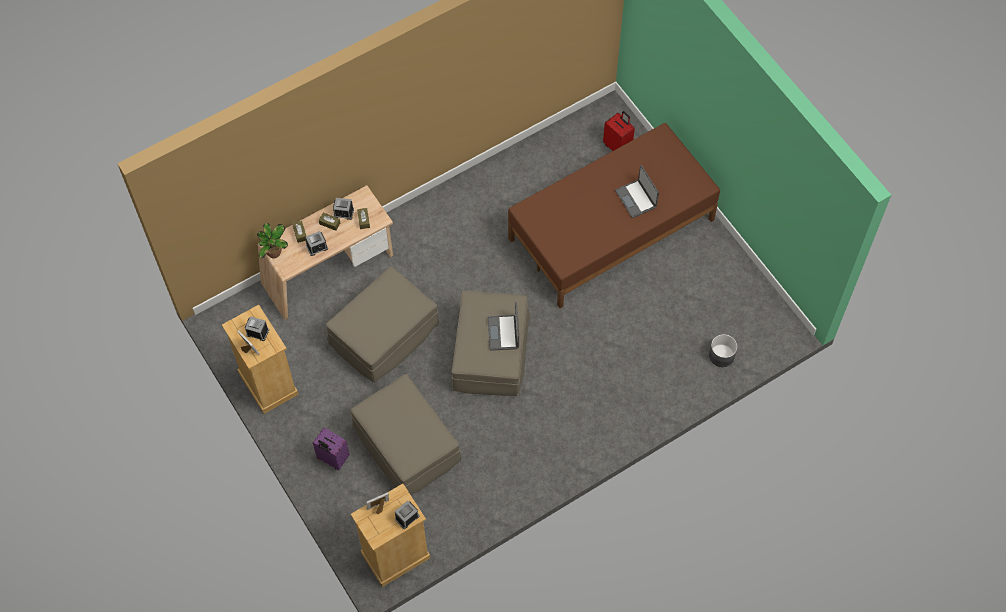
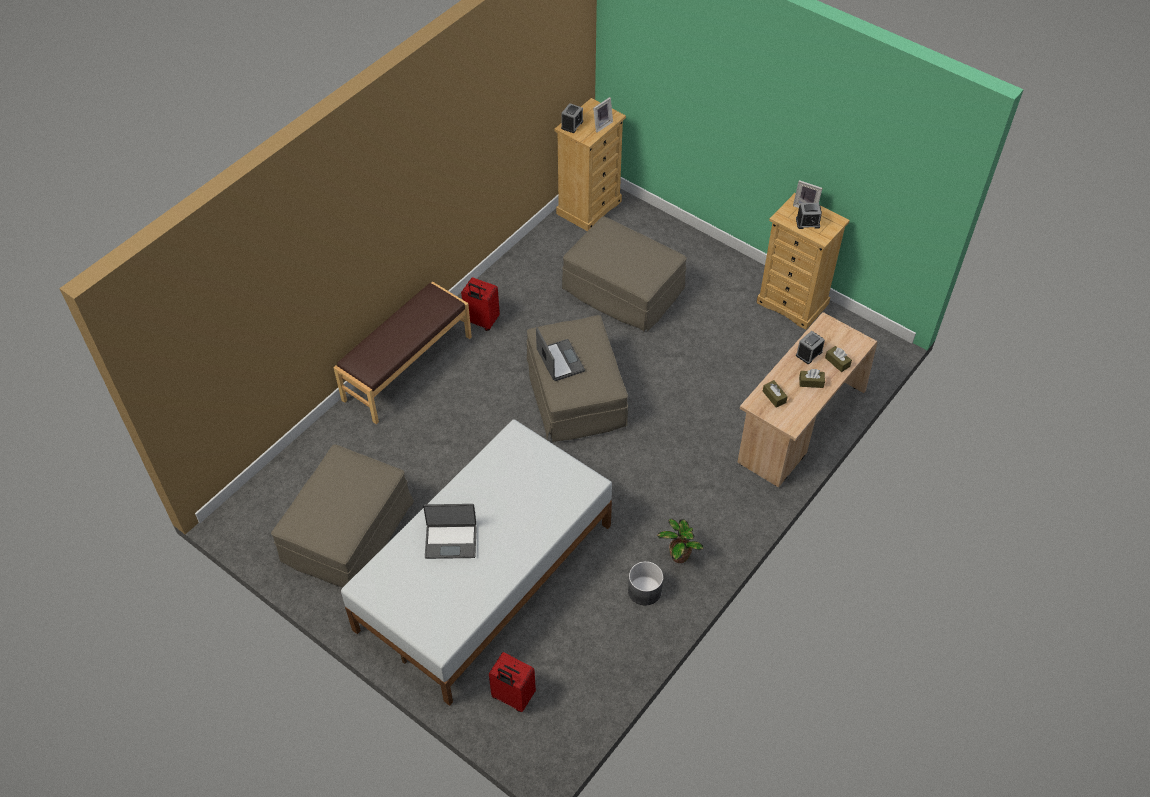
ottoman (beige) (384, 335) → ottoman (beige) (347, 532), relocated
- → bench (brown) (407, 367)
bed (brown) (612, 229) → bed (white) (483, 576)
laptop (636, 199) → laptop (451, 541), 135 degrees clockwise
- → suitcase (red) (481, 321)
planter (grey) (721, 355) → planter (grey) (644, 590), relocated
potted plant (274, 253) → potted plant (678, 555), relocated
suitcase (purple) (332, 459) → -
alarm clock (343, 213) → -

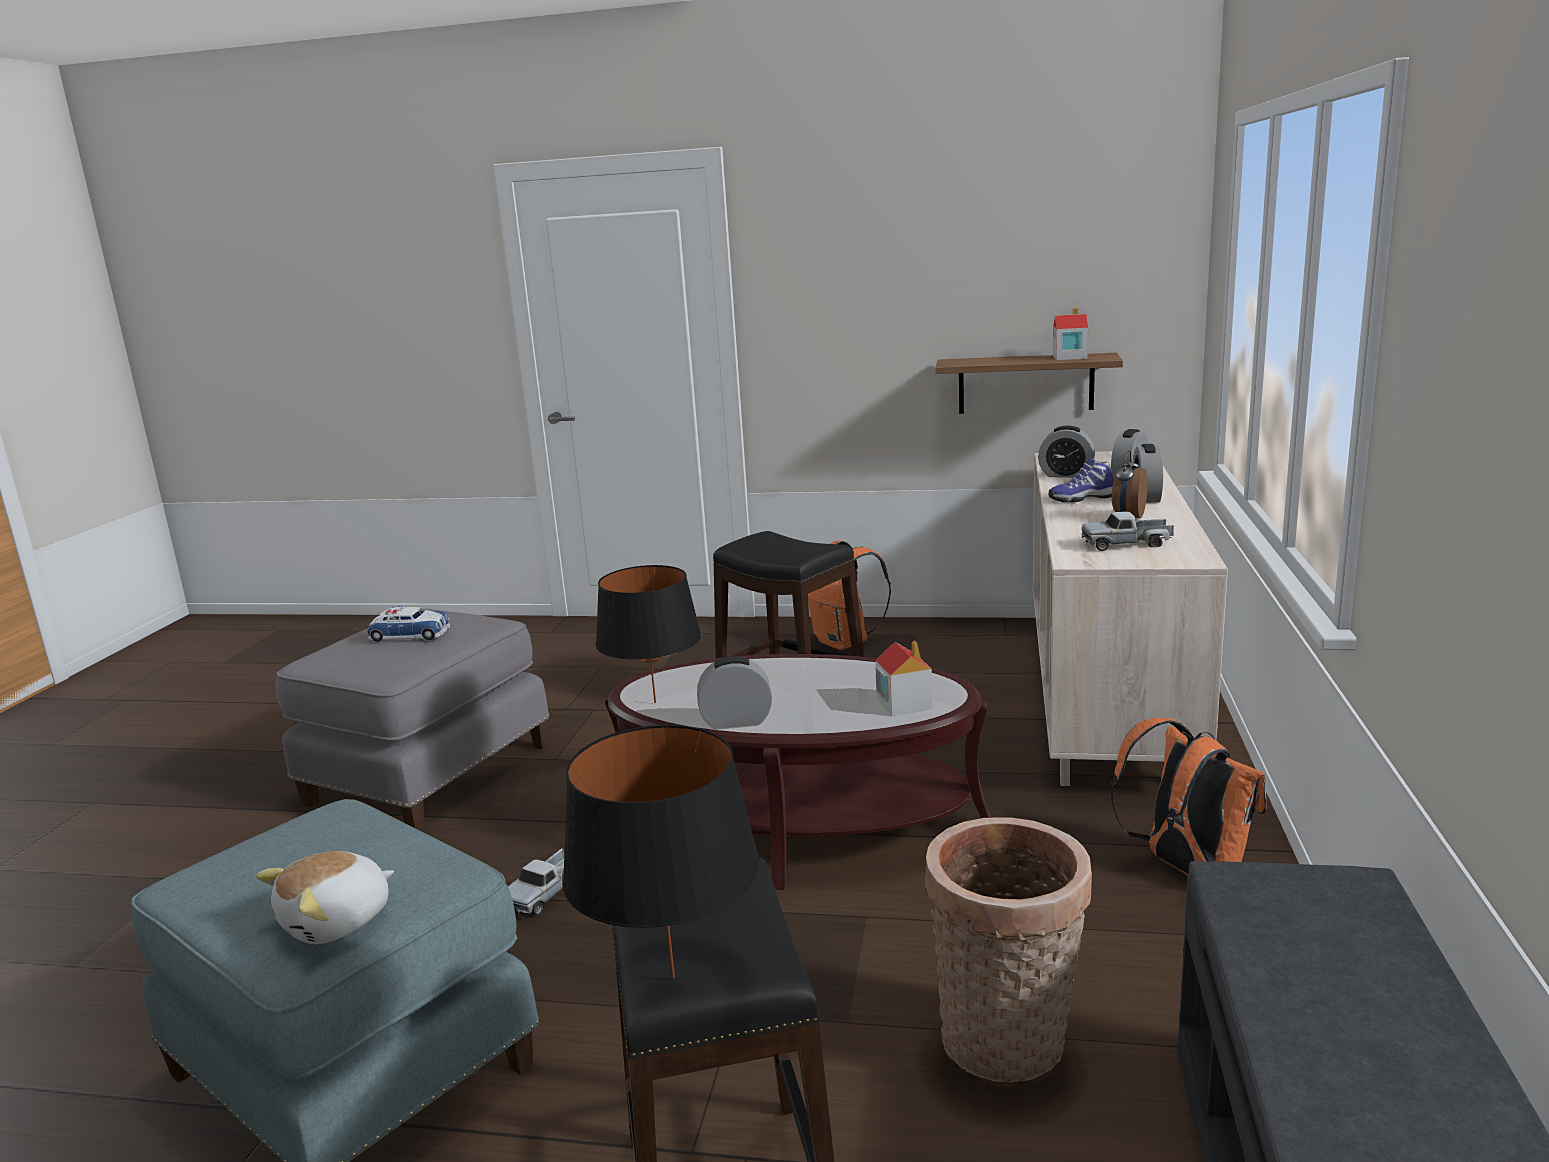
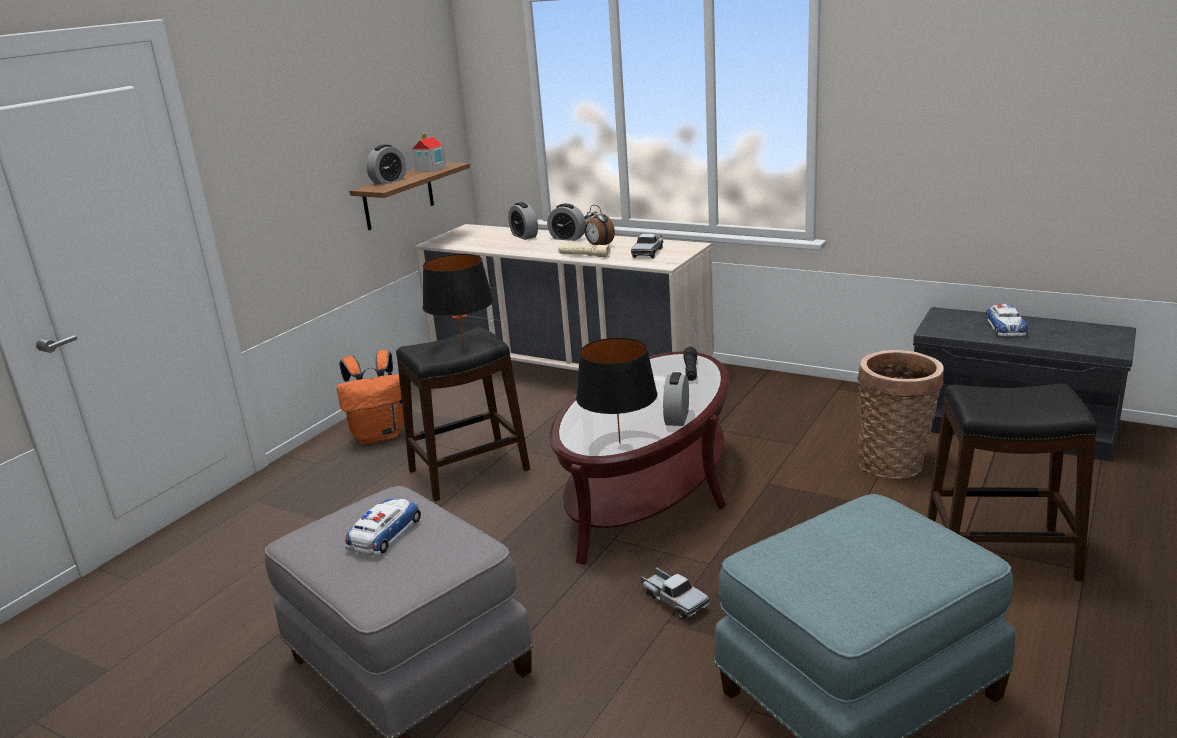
alarm clock (1066, 475) → alarm clock (388, 181), relocated
table lamp (black) (672, 976) → table lamp (black) (463, 347), relocated
- → flashlight (beige) (584, 255)
toy house (903, 703) → flashlight (black) (690, 370)
- → toy car (1005, 327)
plush toy (338, 922) → -
shoe (1081, 498) → -
backpack (orange) (1186, 868) → -

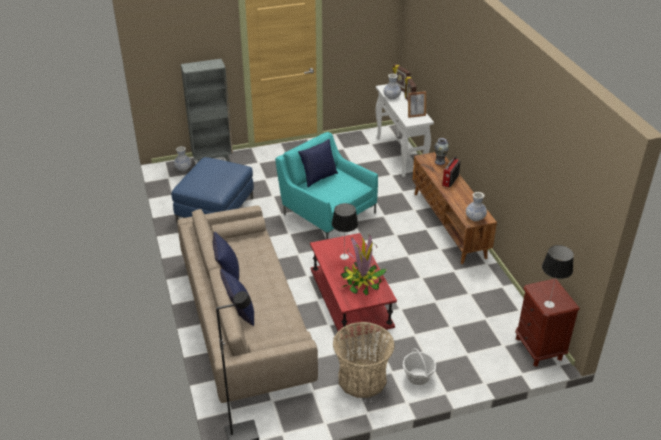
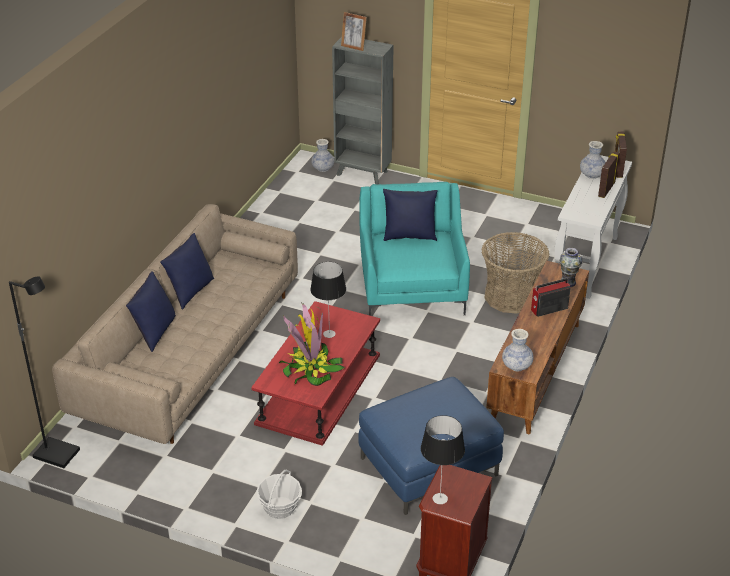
picture frame (416, 115) → picture frame (353, 47), relocated
ottoman (blue) (215, 210) → ottoman (blue) (429, 466), relocated
basket (362, 379) → basket (511, 296), relocated

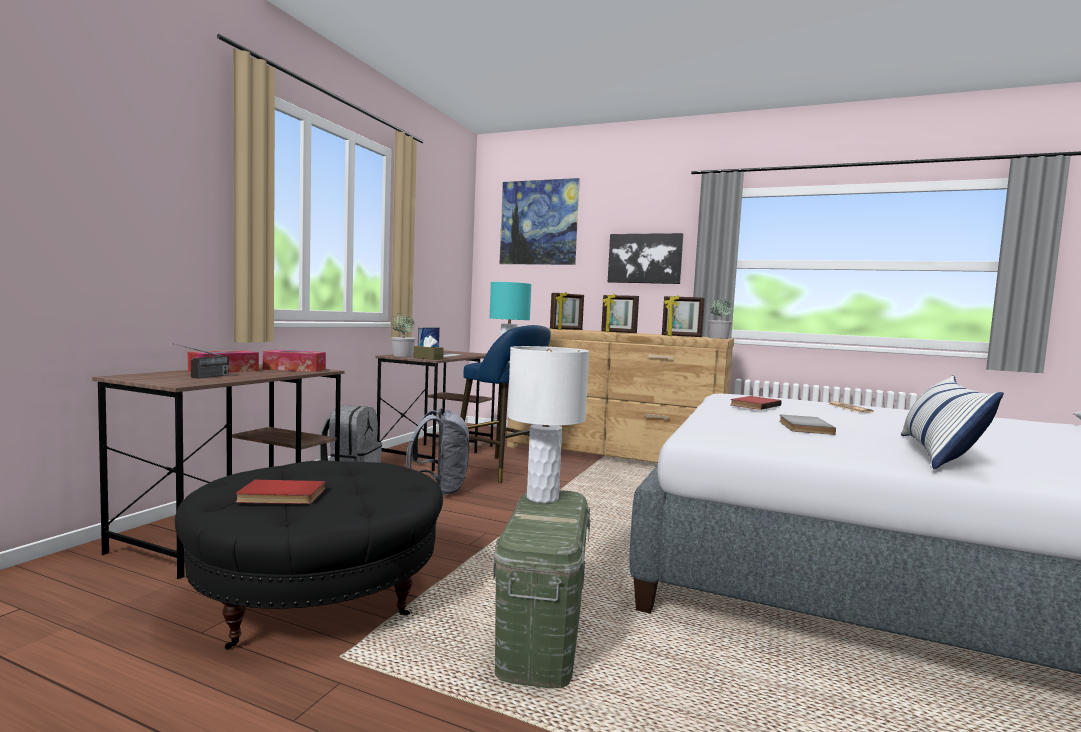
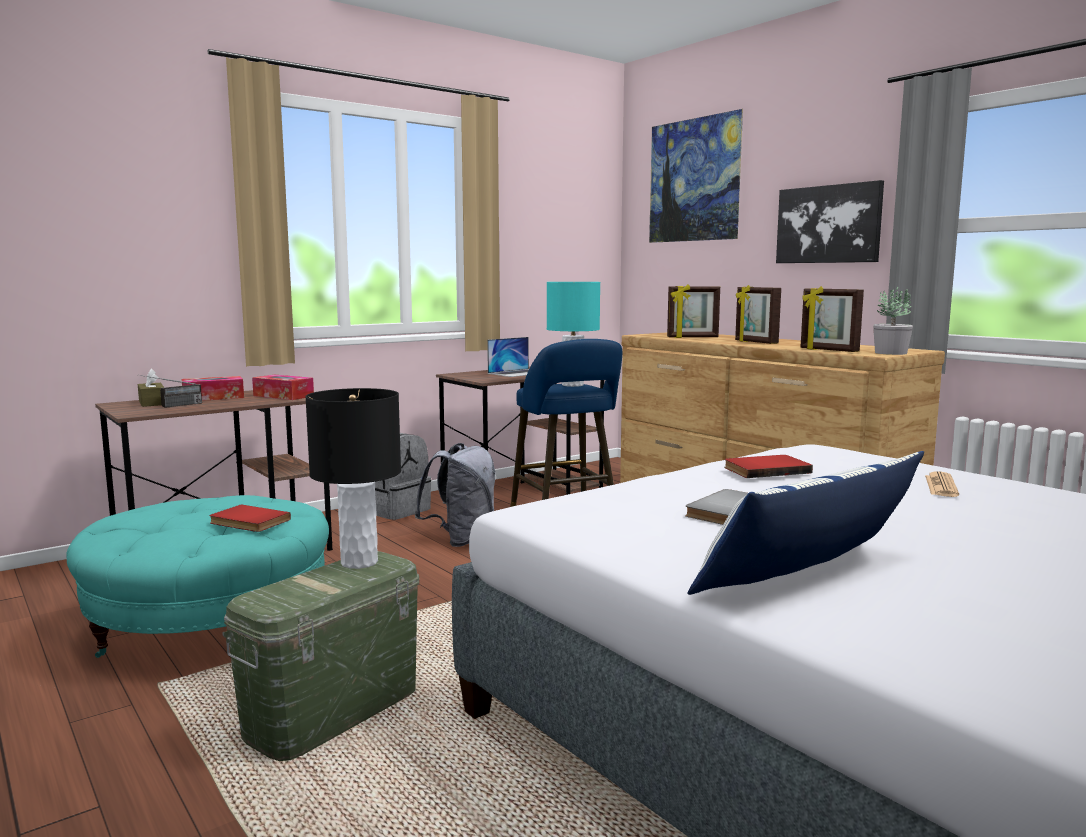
ottoman (black) (318, 594) → ottoman (turquoise) (211, 627)
tissue box (brown) (428, 358) → tissue box (brown) (152, 403), relocated
book (red) (281, 496) → book (red) (248, 522), relocated
table lamp (white) (543, 498) → table lamp (black) (359, 562)
potted plant (402, 355) → -

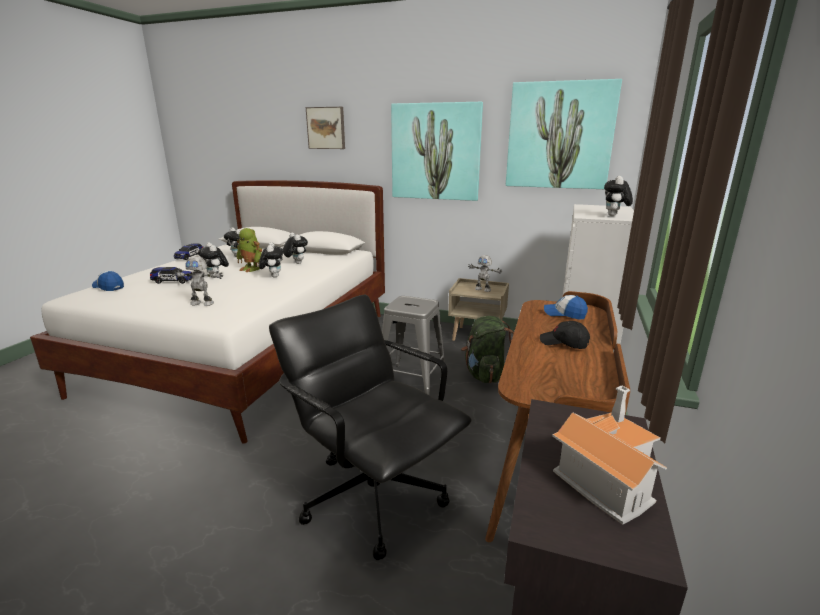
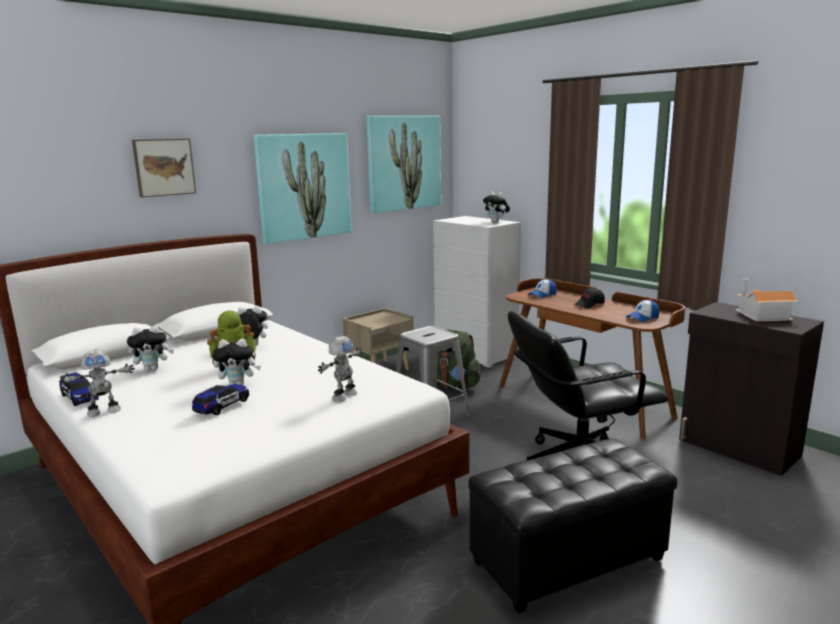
toy robot (483, 289) → toy robot (104, 411), relocated
- → ottoman (black) (568, 562)
cap (108, 287) → cap (642, 318), relocated
plush toy (273, 276) → -

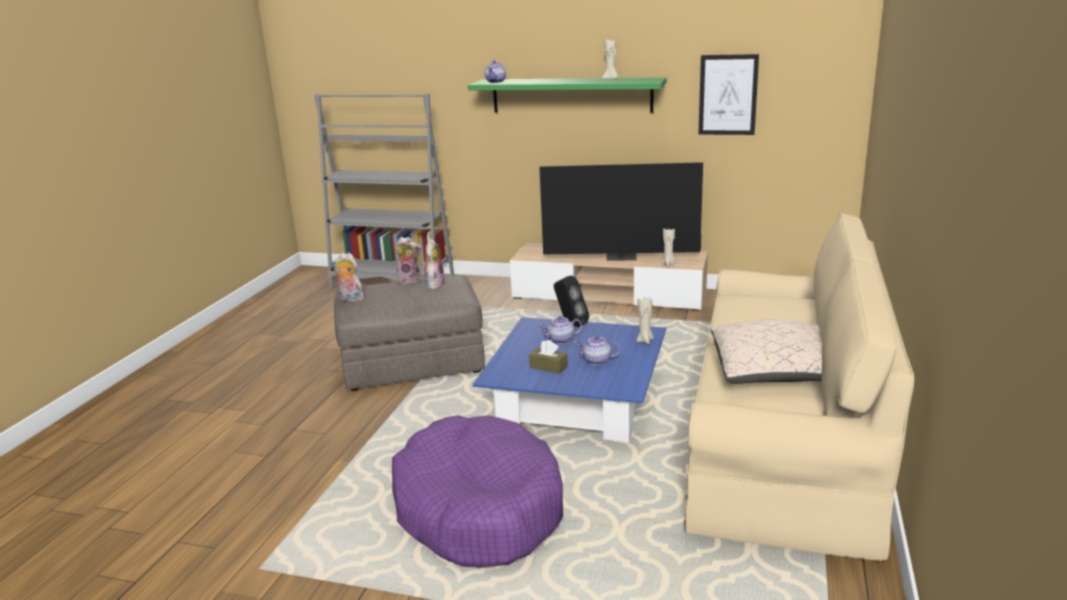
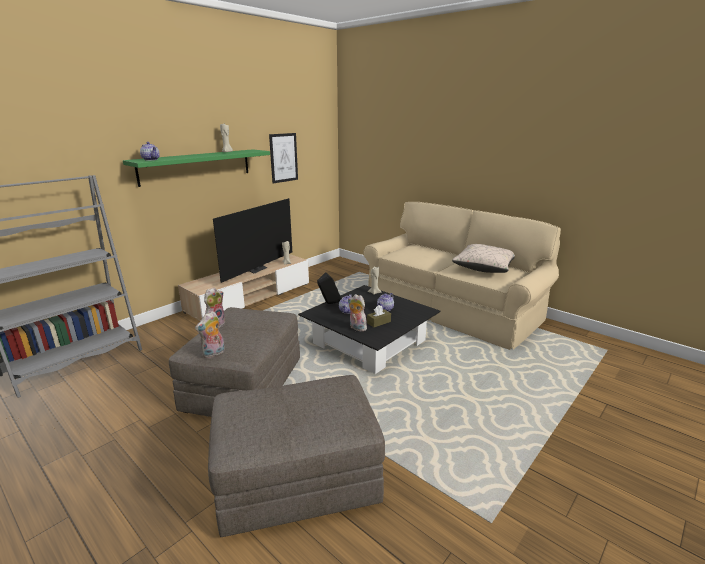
- → ottoman (grey) (296, 478)
coffee table (blue) (577, 403) → coffee table (black) (370, 342)
plush toy (434, 284) → plush toy (356, 328), relocated
dog bed (purple) (478, 508) → -

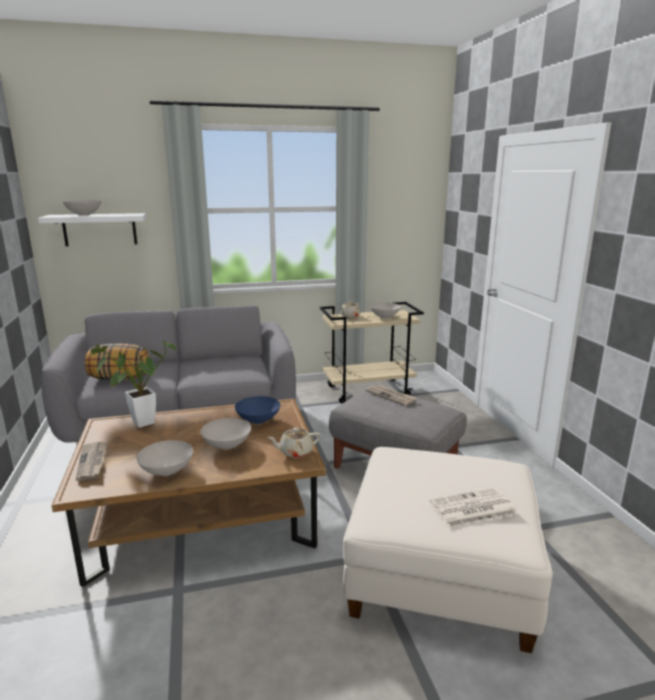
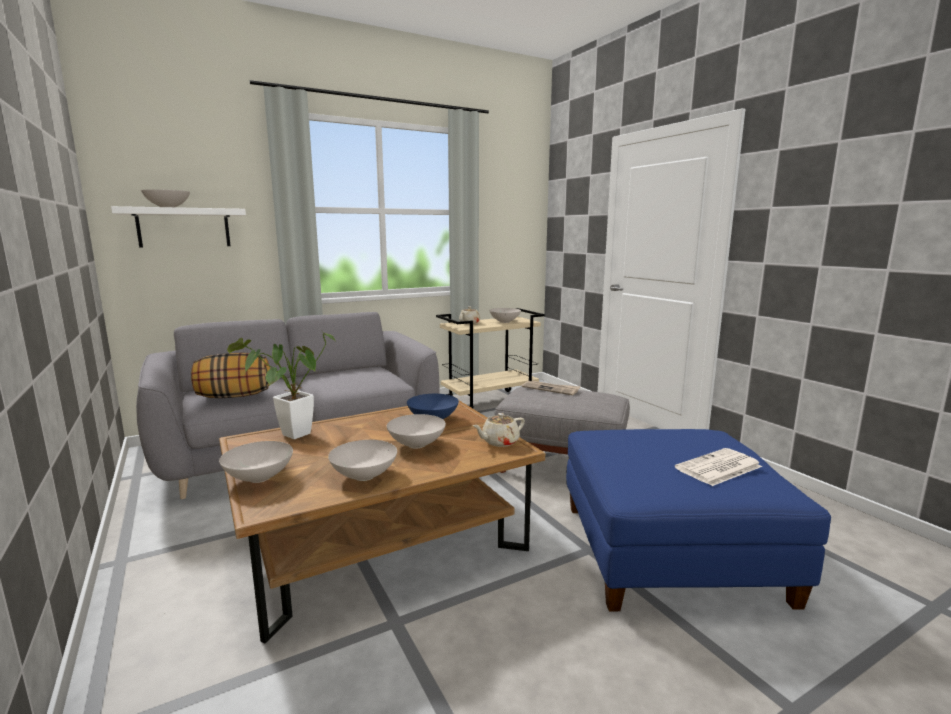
newspaper (93, 462) → bowl (white) (260, 478)
ottoman (white) (441, 572) → ottoman (blue) (670, 551)

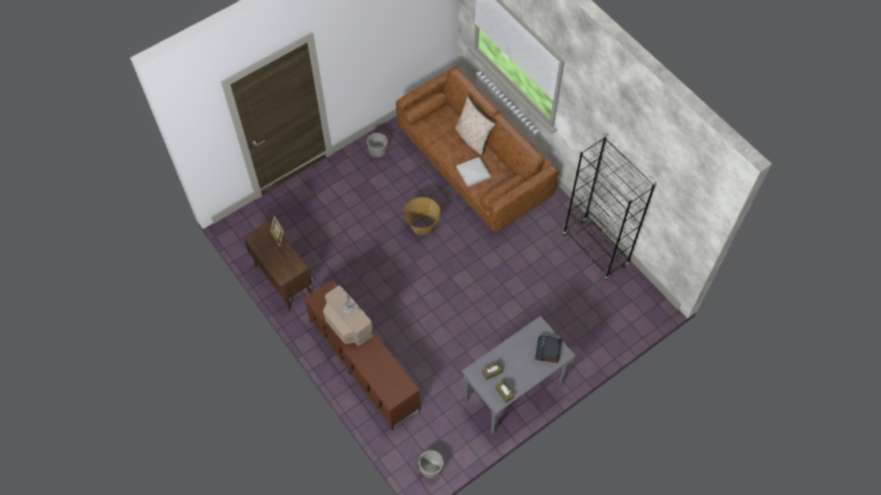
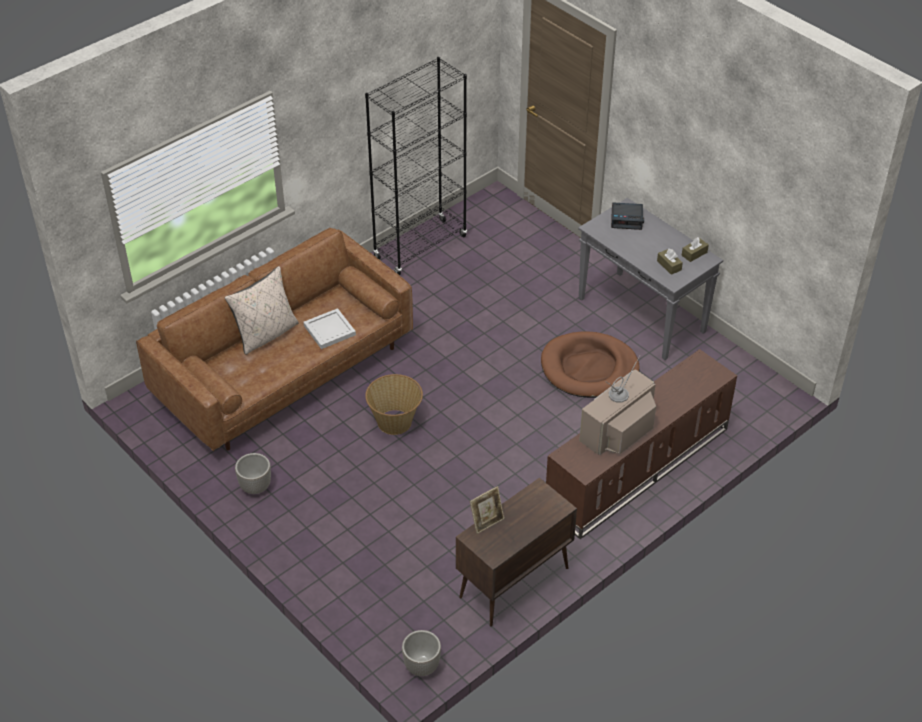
planter (431, 469) → planter (422, 666), relocated
- → dog bed (brown) (589, 368)

